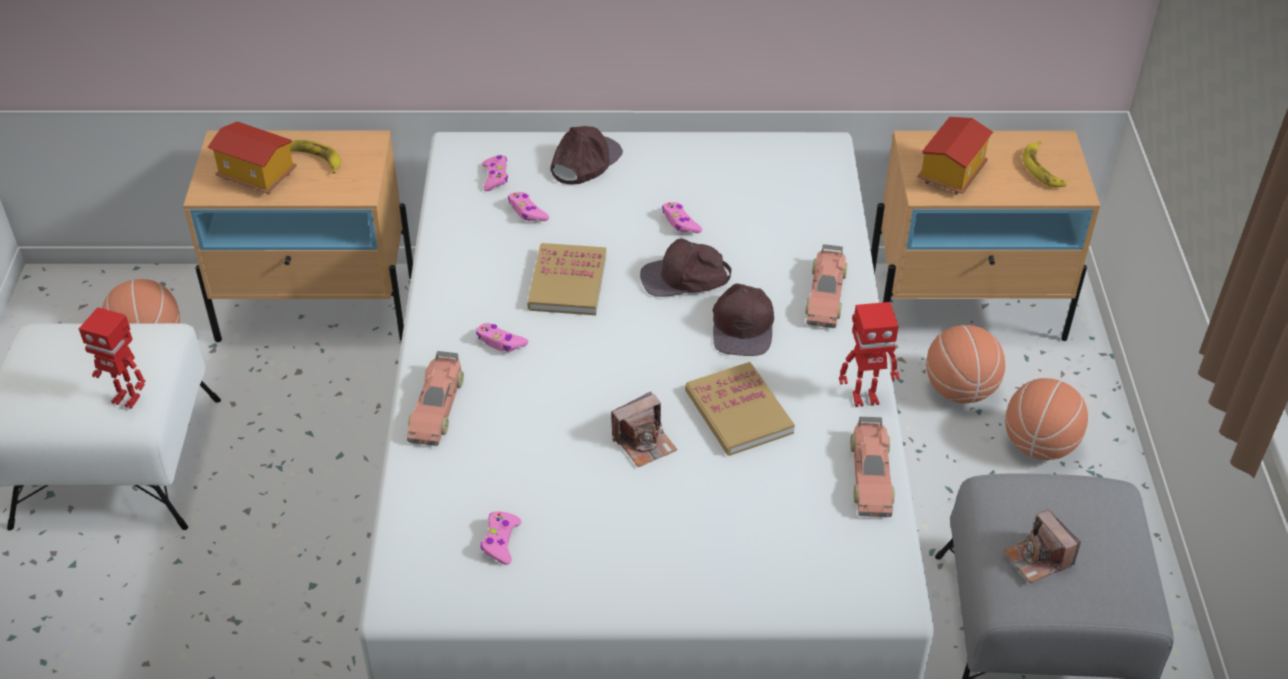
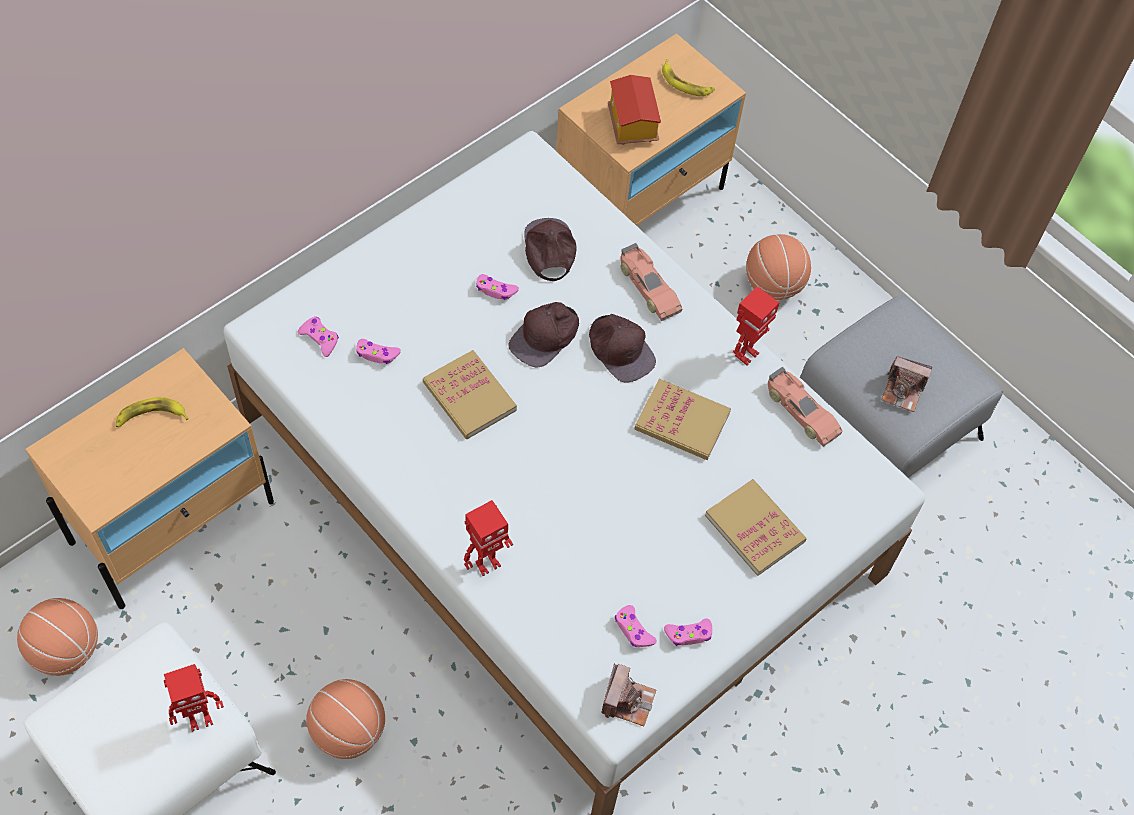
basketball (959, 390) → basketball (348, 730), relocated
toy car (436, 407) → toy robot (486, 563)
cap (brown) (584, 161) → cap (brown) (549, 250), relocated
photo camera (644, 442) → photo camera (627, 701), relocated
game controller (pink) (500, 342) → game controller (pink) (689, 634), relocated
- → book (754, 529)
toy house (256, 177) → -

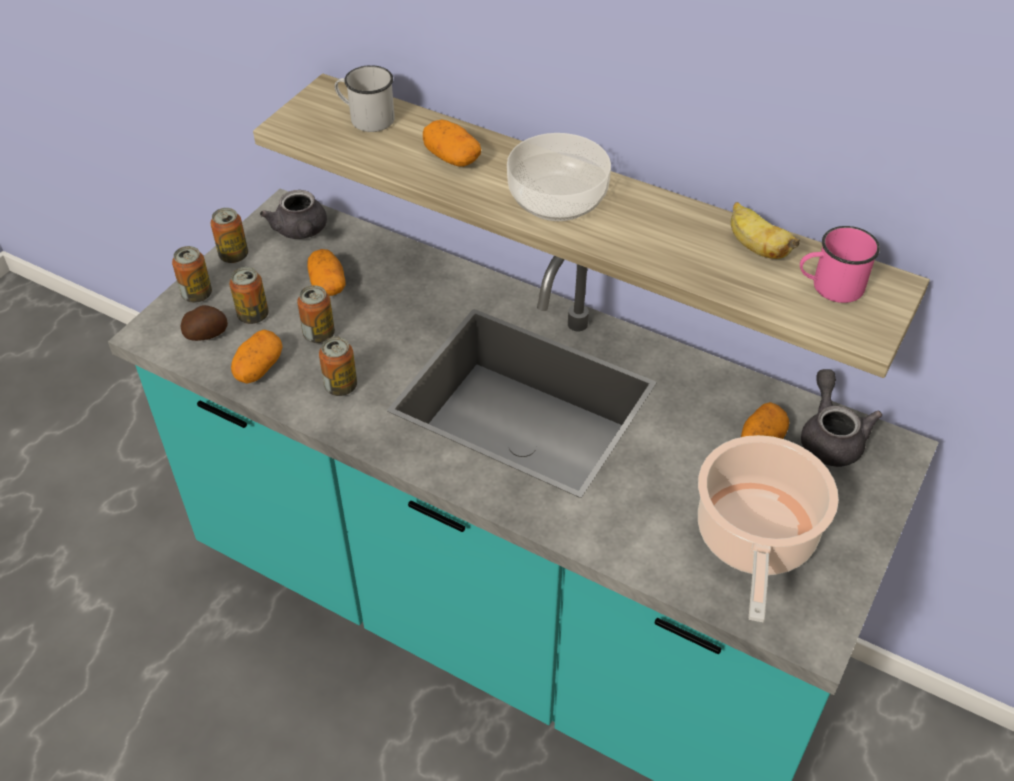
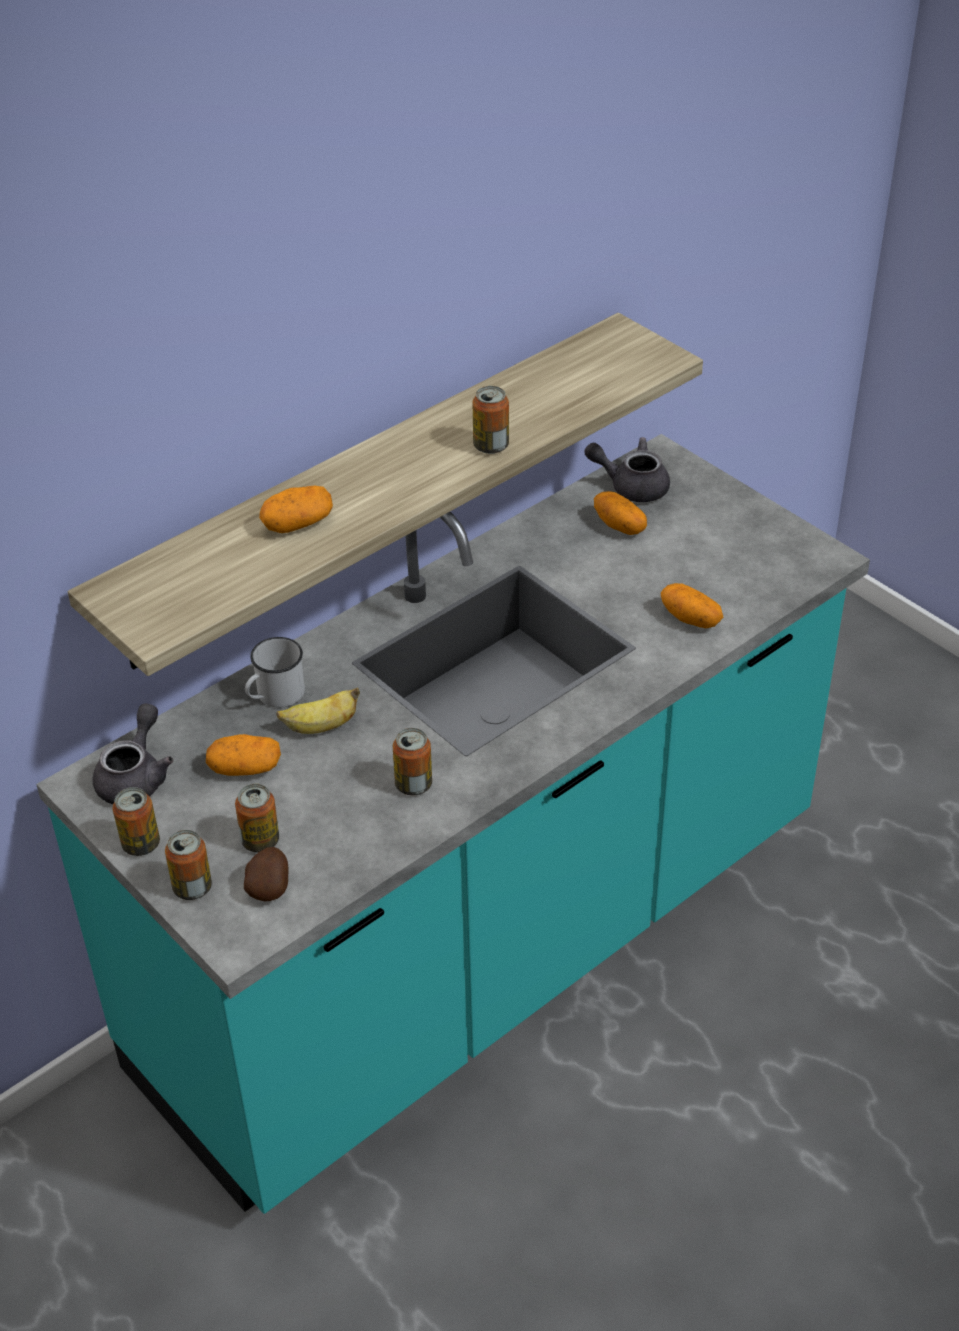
teapot (grey) (301, 232) → teapot (grey) (136, 776), 75 degrees counterclockwise
mug (white) (366, 118) → mug (white) (275, 696), relocated
banana (755, 247) → banana (321, 727), relocated
can (319, 334) → can (491, 446), relocated
potato (258, 368) → potato (690, 618), relocated
bowl (558, 199) → -
cooking pot (755, 540) → -
mug (pink) (829, 286) → -

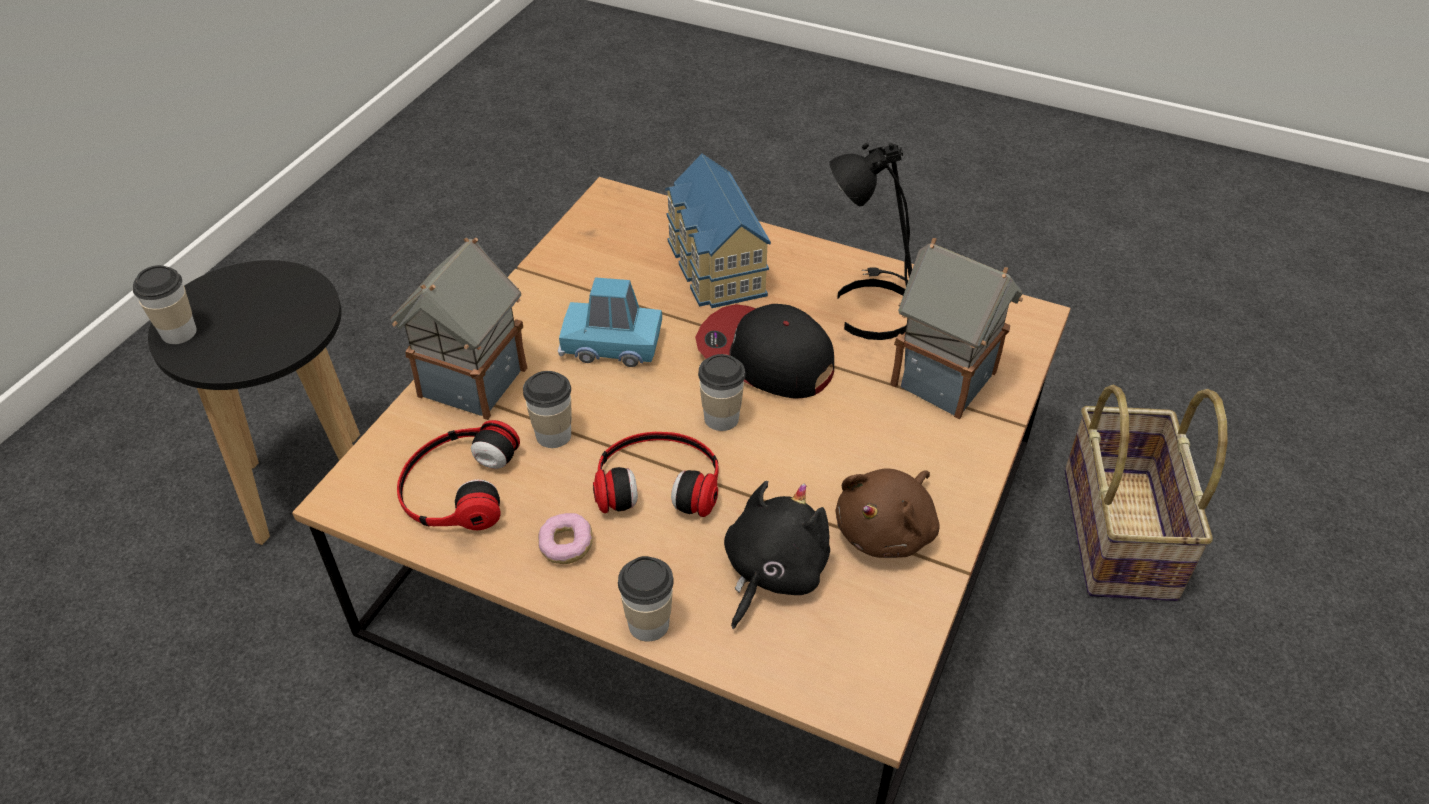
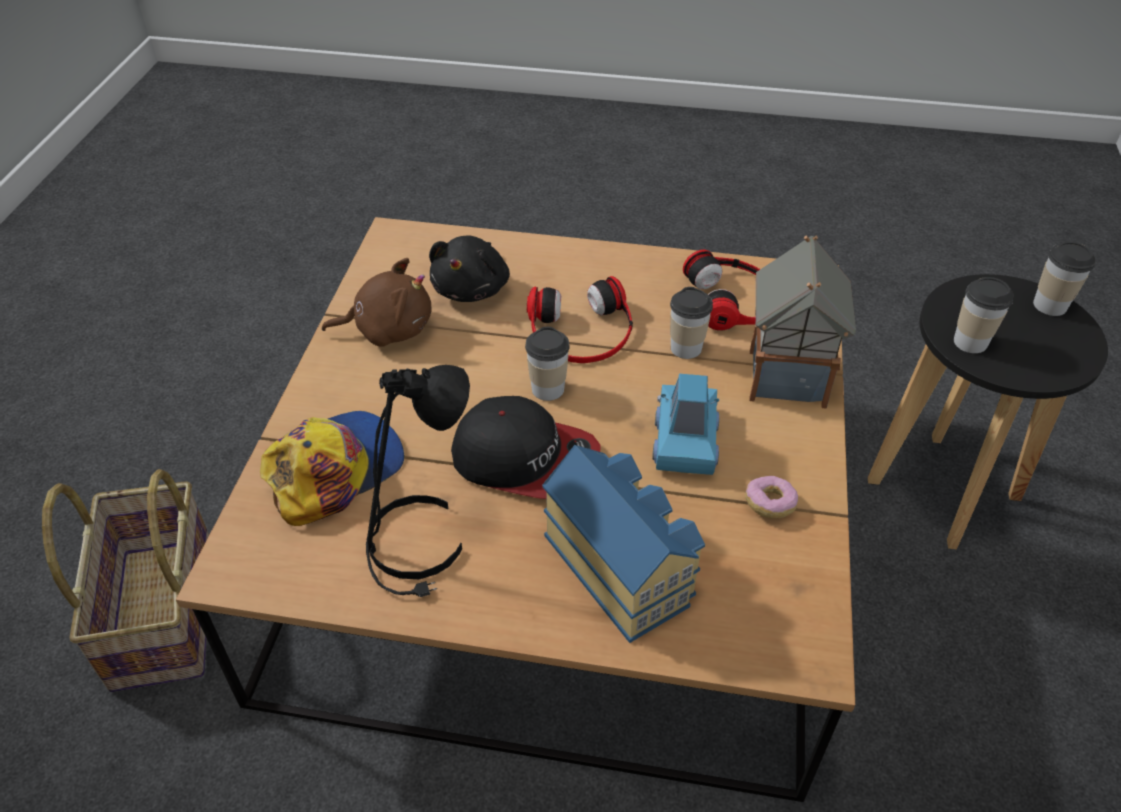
toy house (946, 379) → cap (334, 469)
plush toy (brown) (887, 530) → plush toy (brown) (388, 329), 60 degrees clockwise
toy car (blue) (611, 344) → toy car (blue) (685, 440), 75 degrees counterclockwise
donut (566, 546) → donut (769, 504), relocated
cup (648, 624) → cup (970, 342), relocated

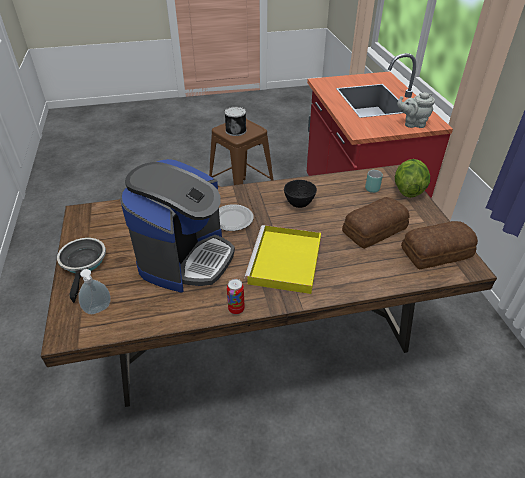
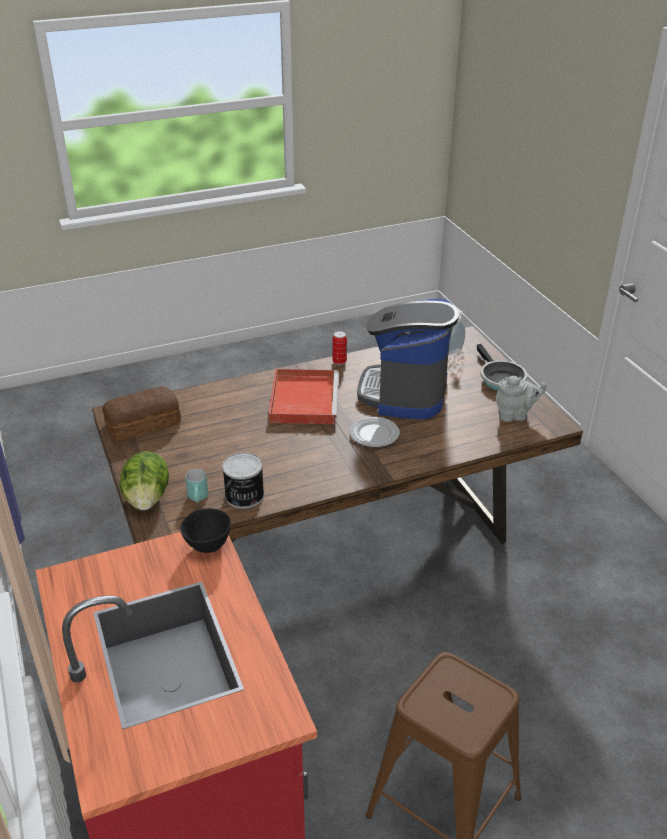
bowl (black) (298, 203) → bowl (black) (208, 546), relocated
can (236, 130) → can (244, 496), relocated
tray (yellow) (285, 262) → tray (red) (303, 399)
teapot (grey) (412, 124) → teapot (grey) (515, 415), relocated
bread (373, 230) → -

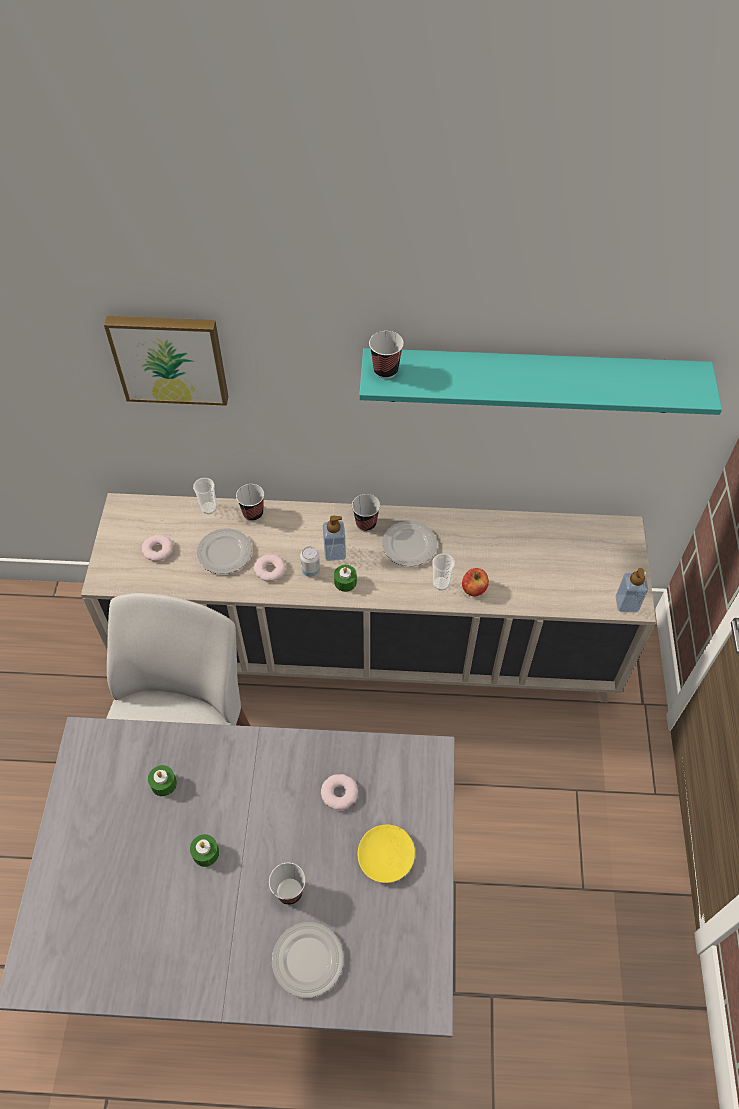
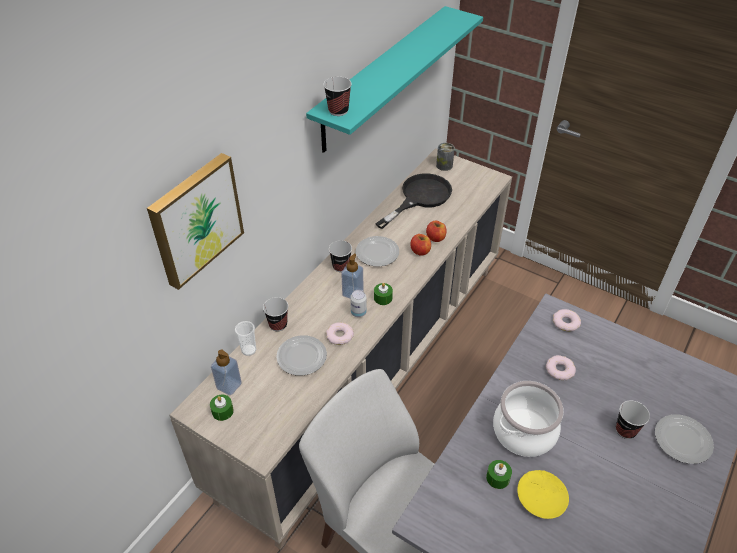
candle (green) (206, 853) → candle (green) (222, 411), relocated
soap dispenser (626, 603) → soap dispenser (229, 386), relocated
- → frying pan (black) (420, 197)
cup (441, 583) → apple (420, 251)
- → can (444, 165)
- → cooking pot (523, 431)
plate (yellow) (386, 855) → plate (yellow) (541, 496), relocated
donut (158, 550) → donut (565, 322), relocated

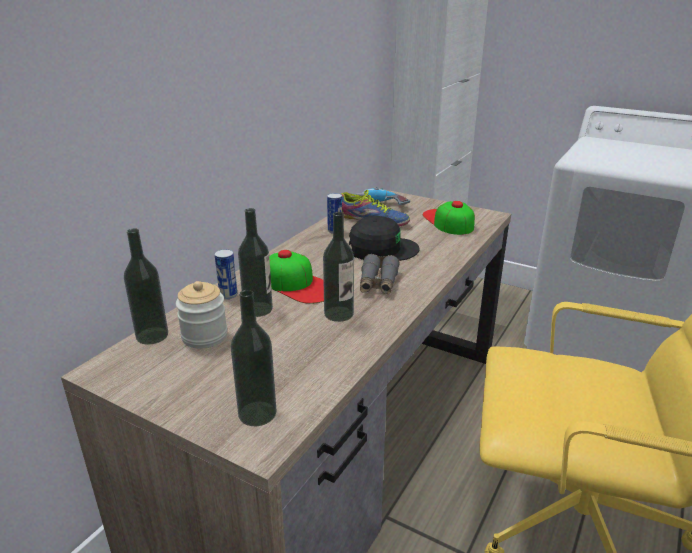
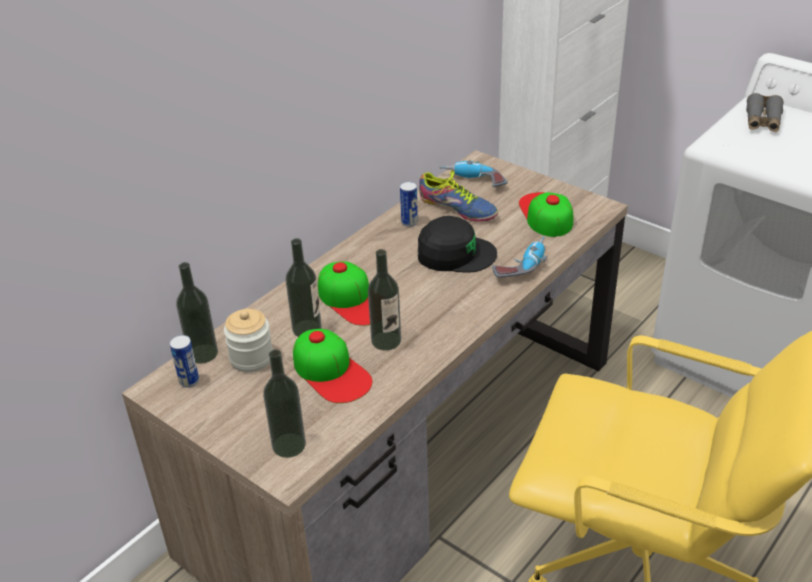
can (228, 295) → can (189, 381), relocated
- → cap (331, 372)
- → power drill (521, 265)
binoculars (grey) (378, 283) → binoculars (grey) (762, 121), relocated

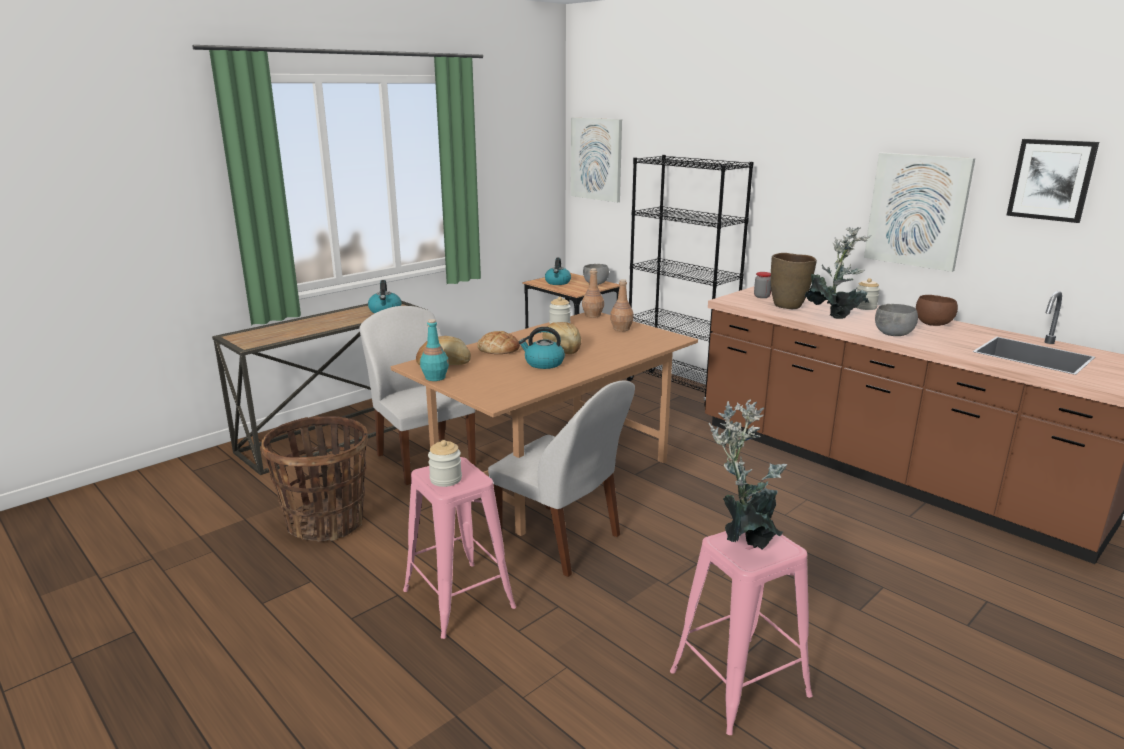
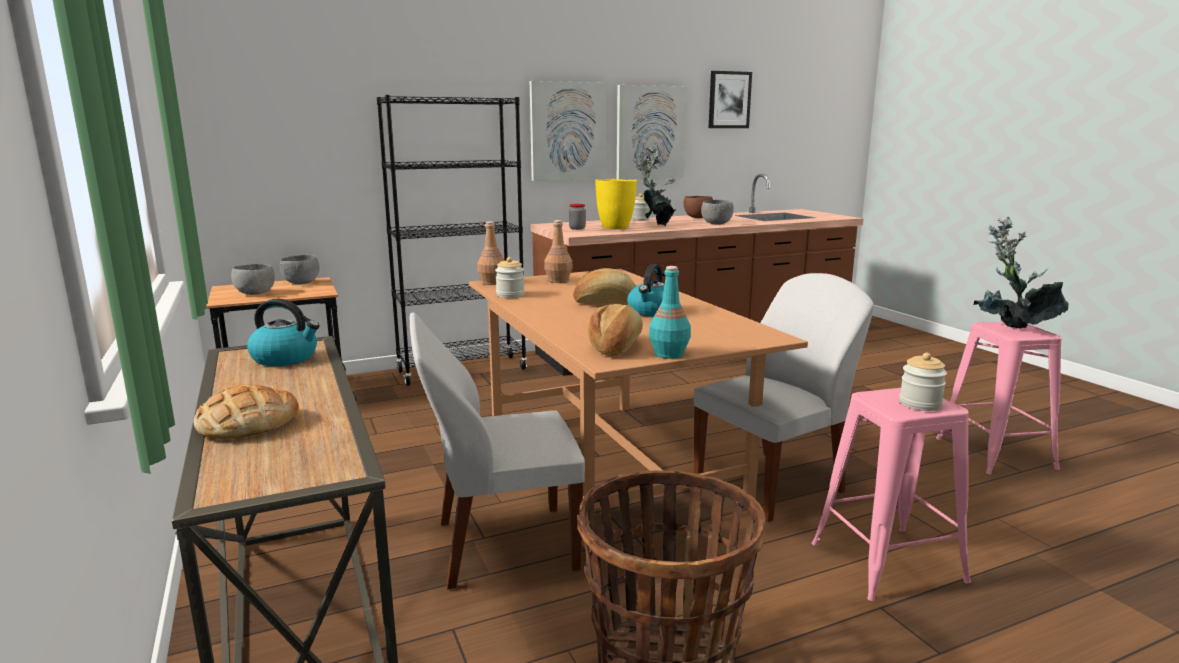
bread (499, 348) → bread (247, 422), relocated
kettle (558, 282) → bowl (grey) (255, 294)
picture (596, 159) → picture (567, 131), relocated
vase (brown) (788, 306) → vase (yellow) (615, 228)

